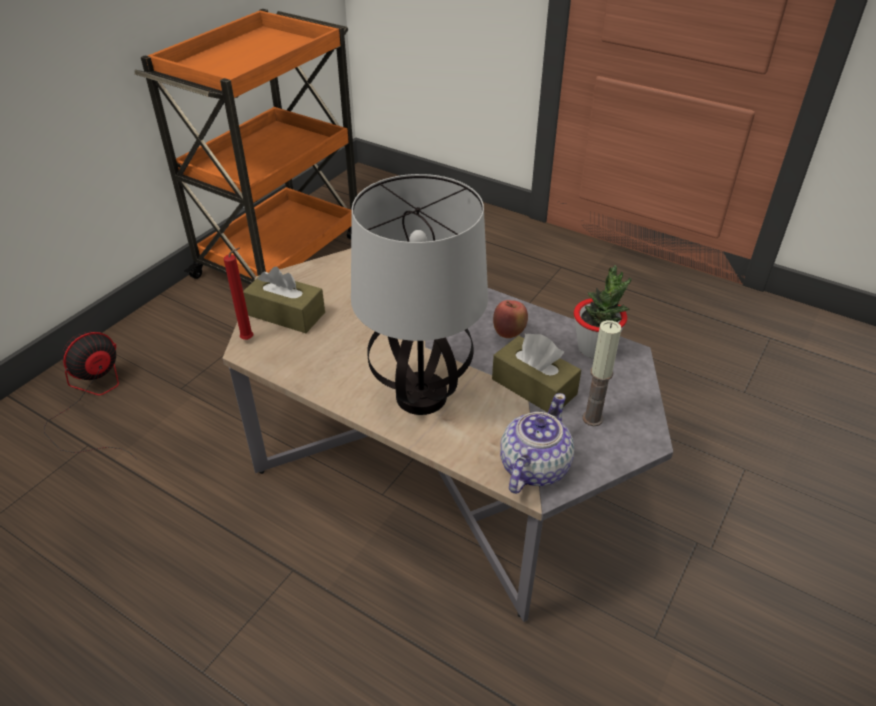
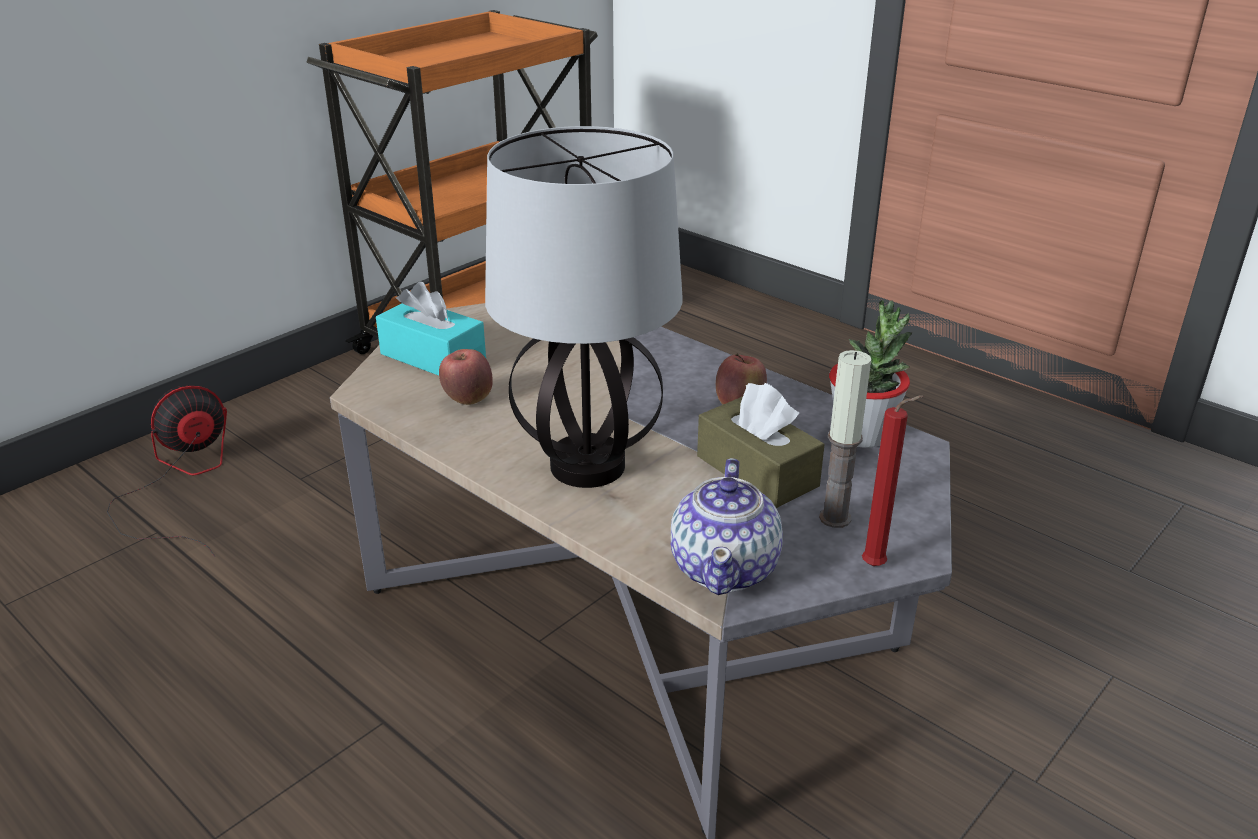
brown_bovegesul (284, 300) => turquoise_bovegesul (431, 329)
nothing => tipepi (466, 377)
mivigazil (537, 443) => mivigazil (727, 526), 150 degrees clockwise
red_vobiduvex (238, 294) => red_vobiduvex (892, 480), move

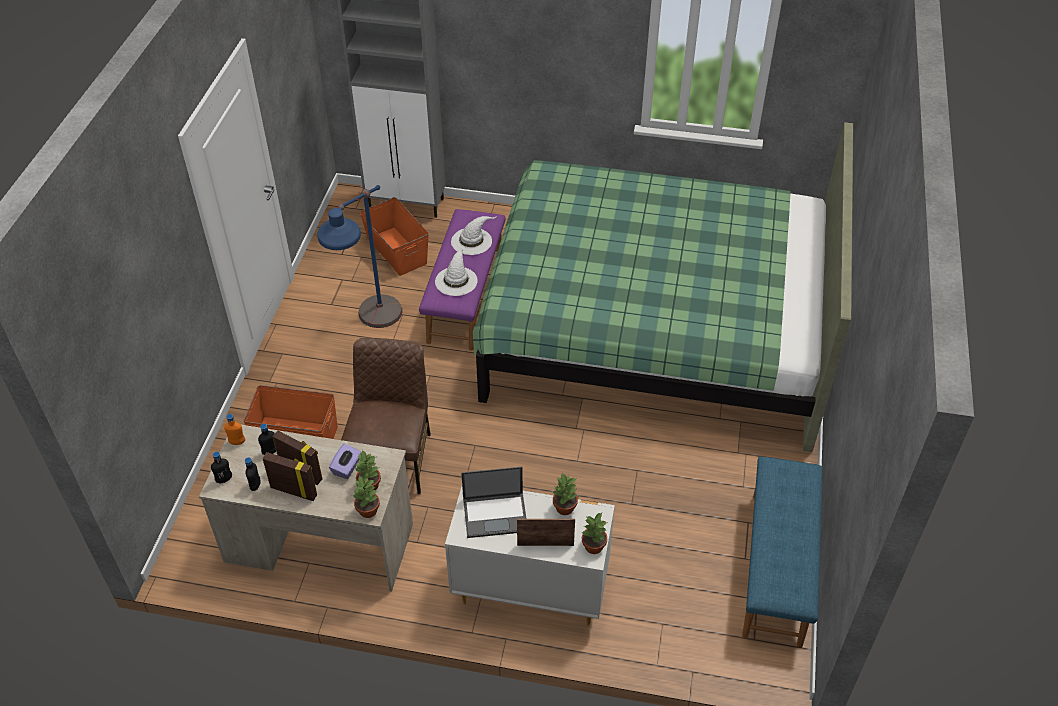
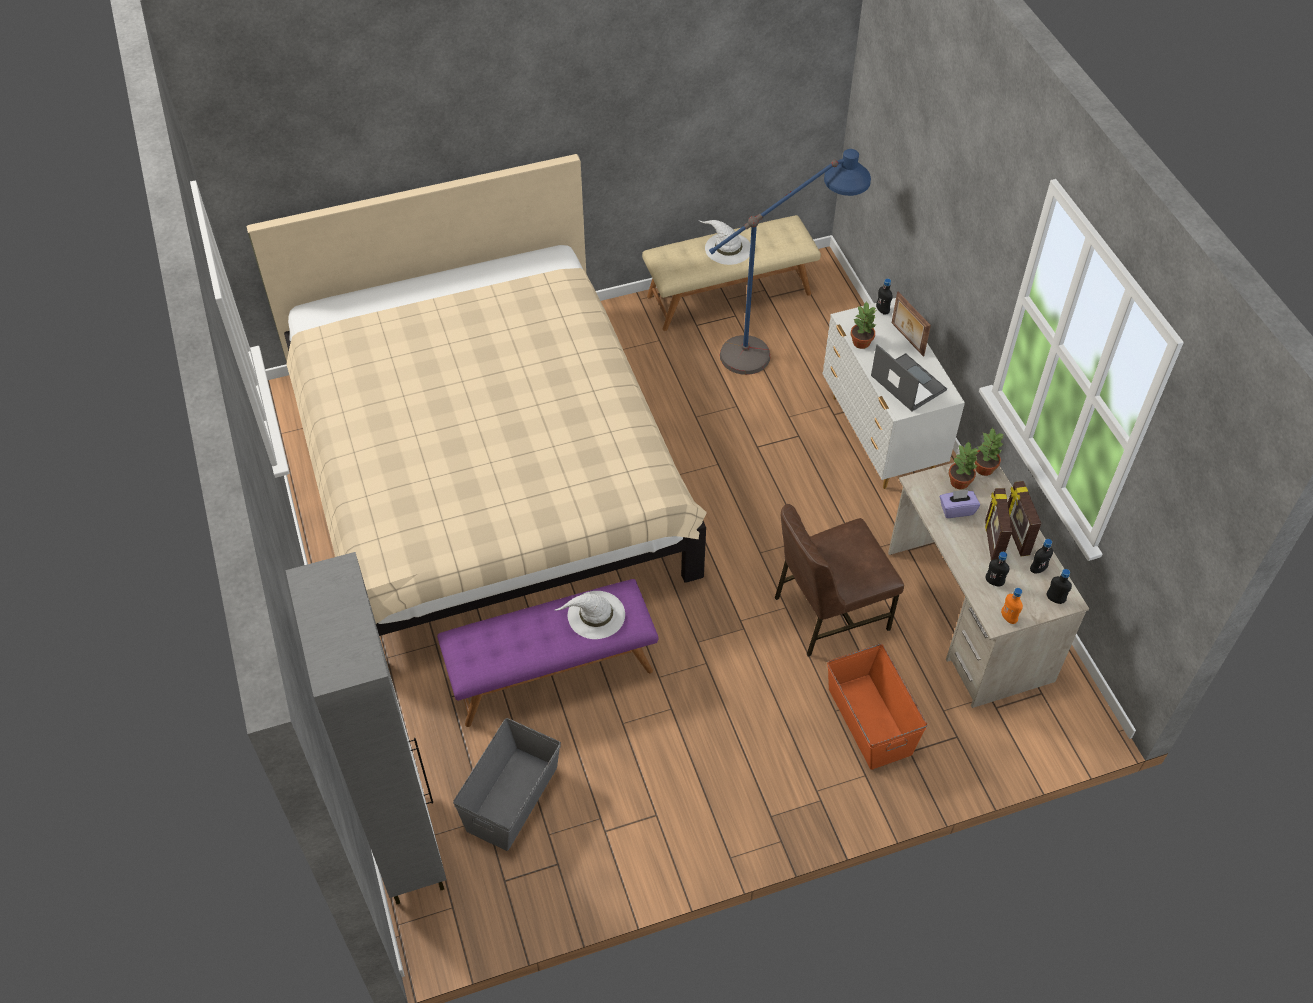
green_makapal (663, 287) => beige_makapal (476, 395)
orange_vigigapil (394, 236) => grey_vigigapil (507, 784)
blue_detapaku (782, 552) => beige_detapaku (731, 273)
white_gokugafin (474, 235) => white_gokugafin (724, 242), move
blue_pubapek (359, 256) => blue_pubapek (790, 262), move
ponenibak (594, 533) => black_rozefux (884, 296)

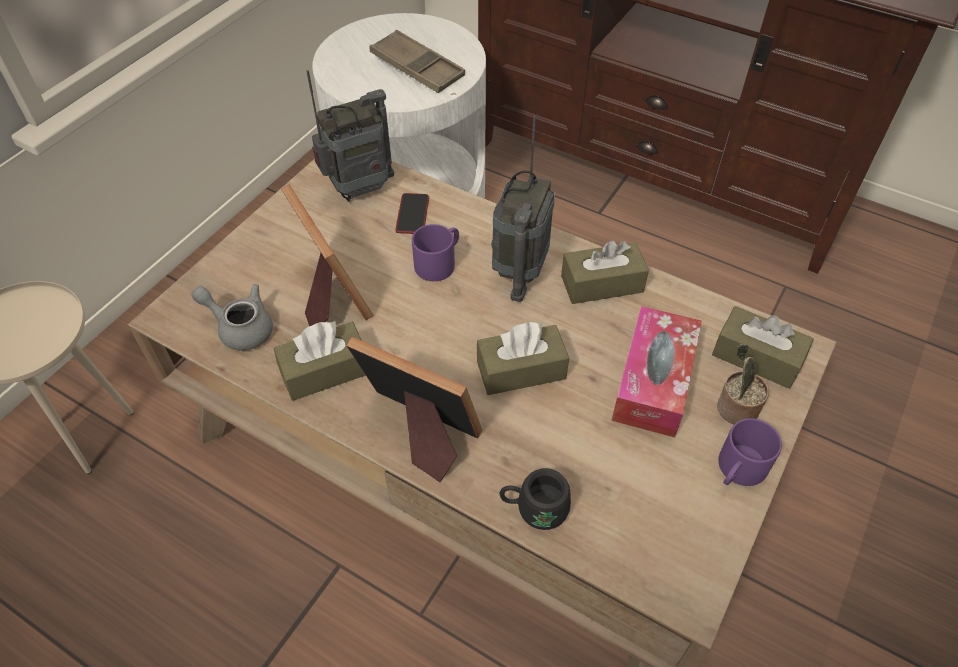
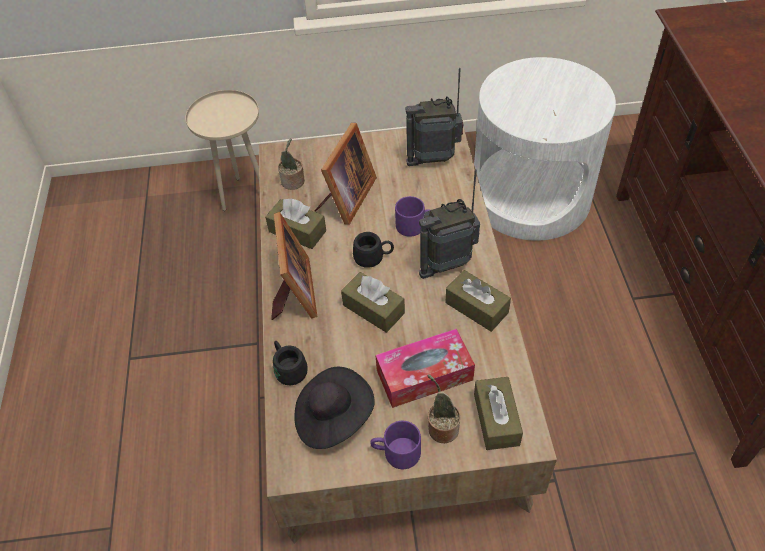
grey_mivigazil (232, 317) => ponenibak (291, 164)
nothing => black_gokugafin (334, 407)
nothing => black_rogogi (373, 250)
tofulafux (350, 136) => tofulafux (435, 117), 150 degrees clockwise
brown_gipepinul (417, 61) => nothing
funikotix (412, 213) => nothing

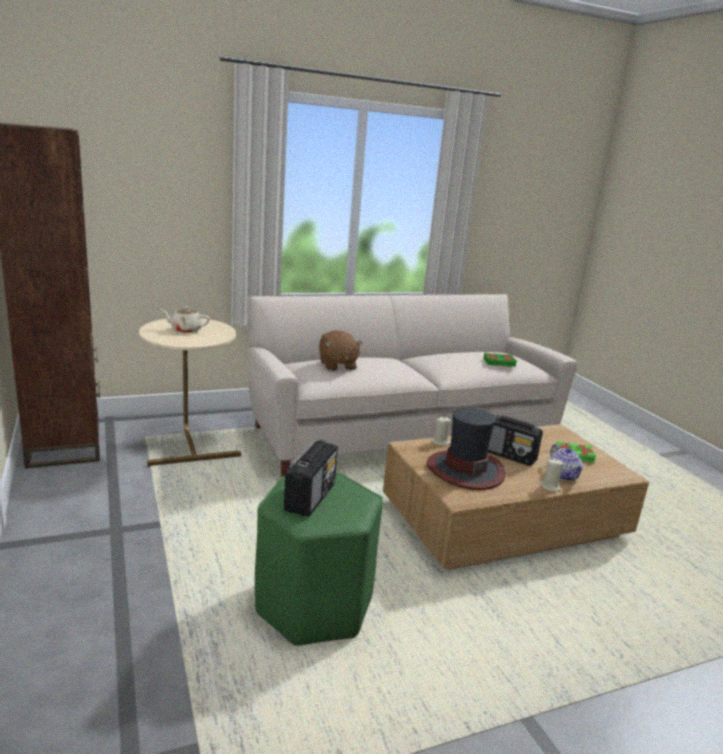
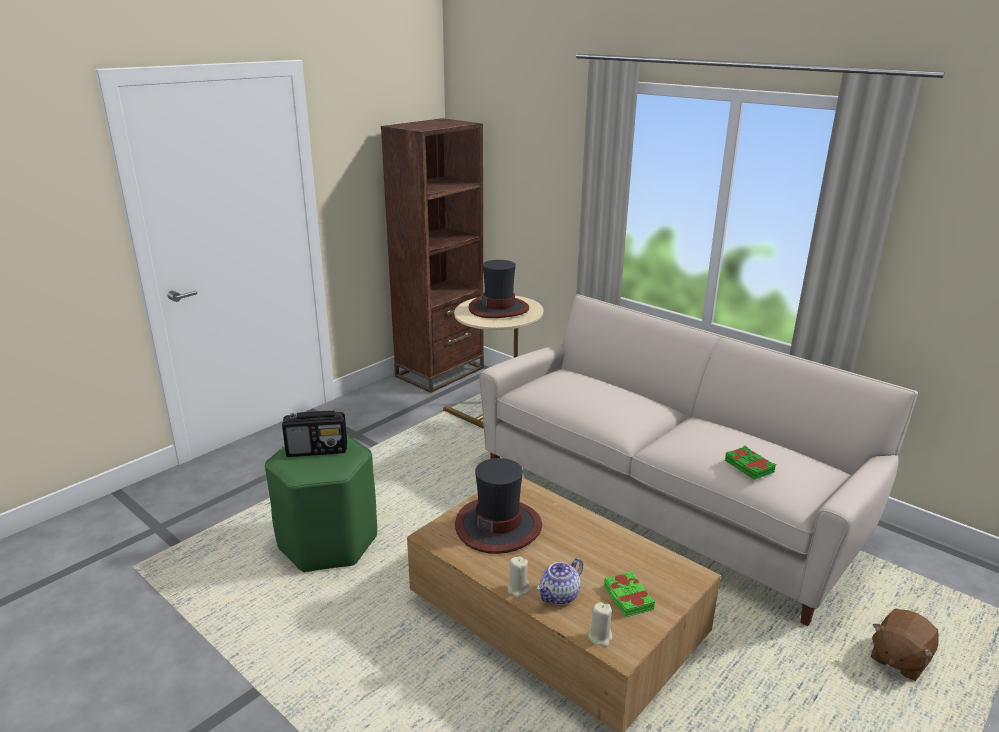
beige_mivigazil (185, 320) => gokugafin (499, 289)
beige_vobiduvex (441, 431) => beige_vobiduvex (600, 624), move
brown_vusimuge (341, 350) => brown_vusimuge (905, 644), move
tofulafux (515, 440) => nothing

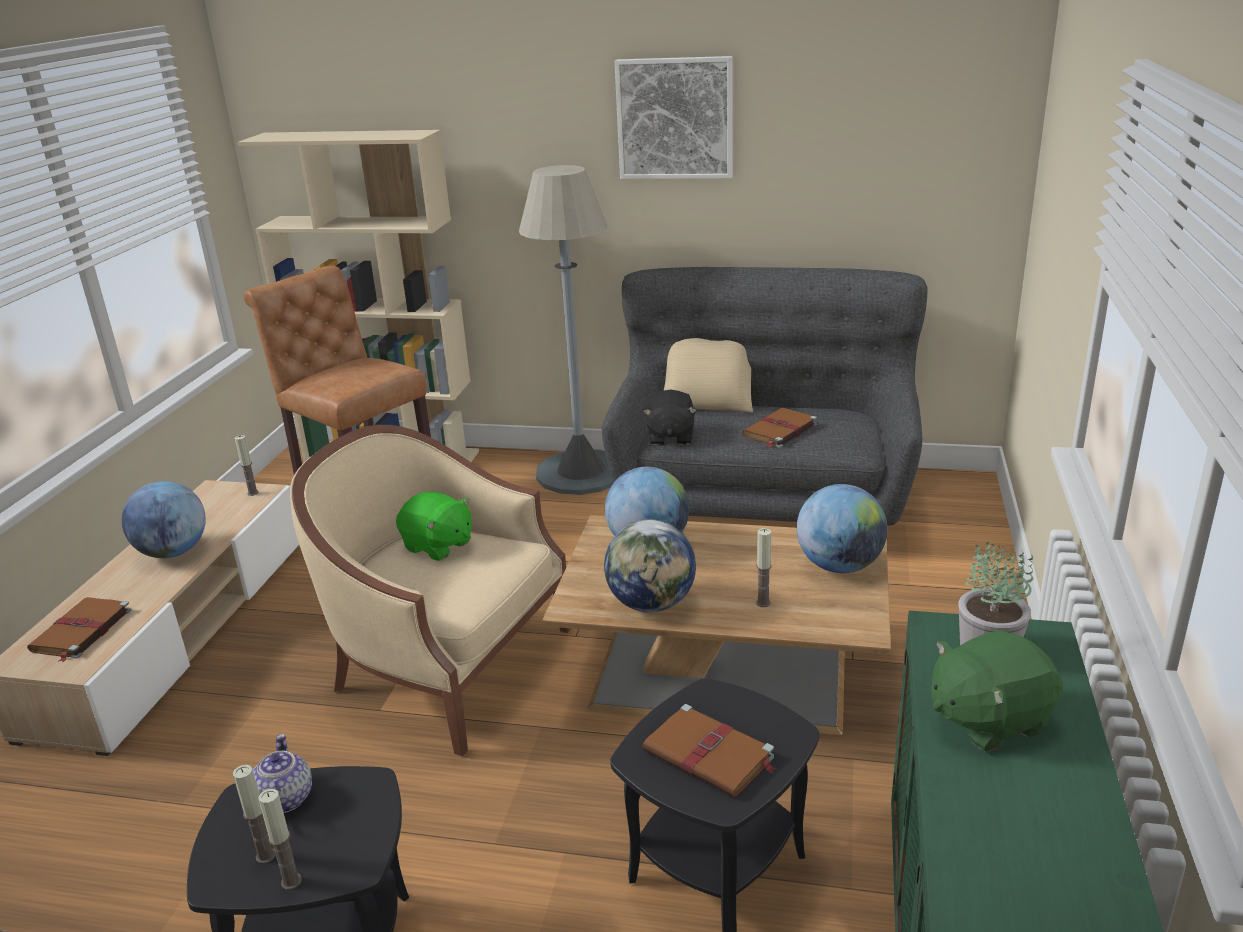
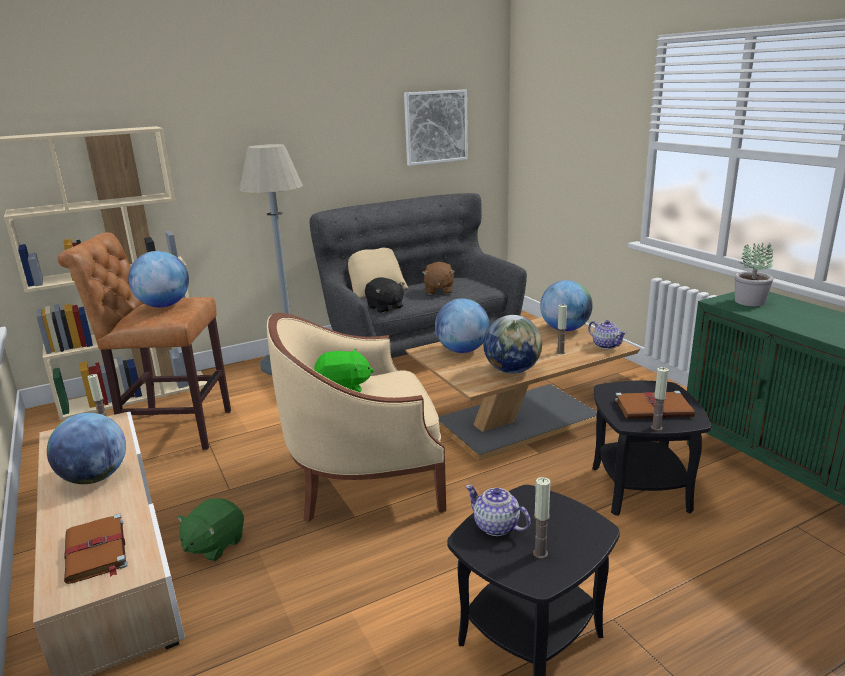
nothing => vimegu (158, 279)
green_vusimuge (997, 691) => green_vusimuge (210, 529), move
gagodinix (673, 117) => gagodinix (436, 128), move
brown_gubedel (779, 428) => brown_vusimuge (438, 278)
nothing => mivigazil (607, 334)
vobiduvex (280, 839) => vobiduvex (660, 399), move

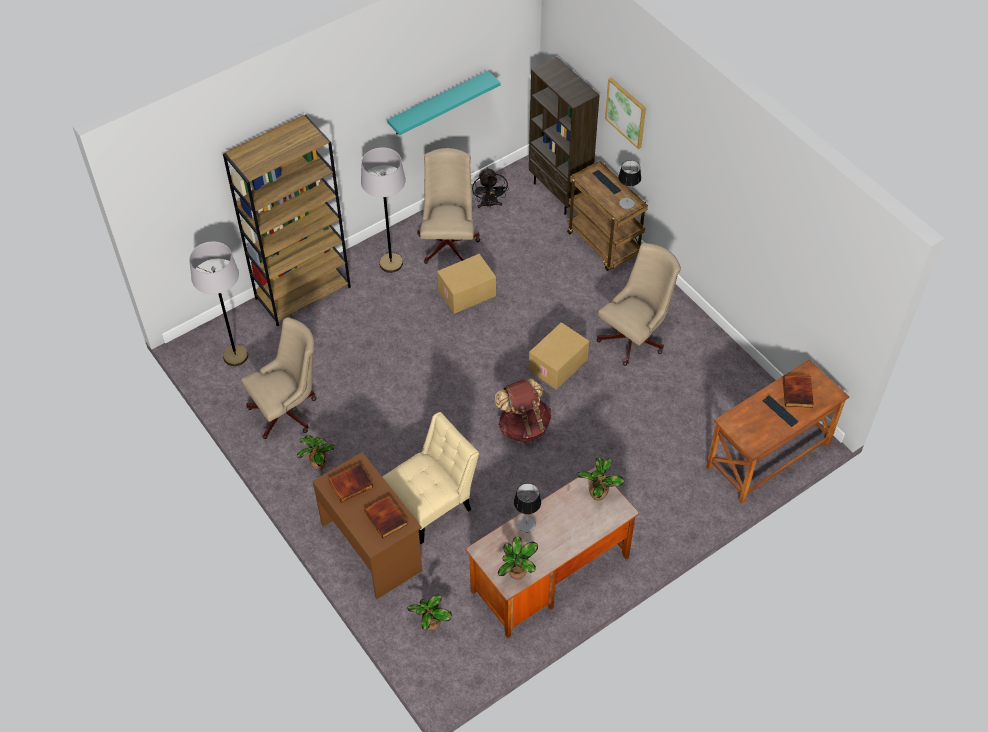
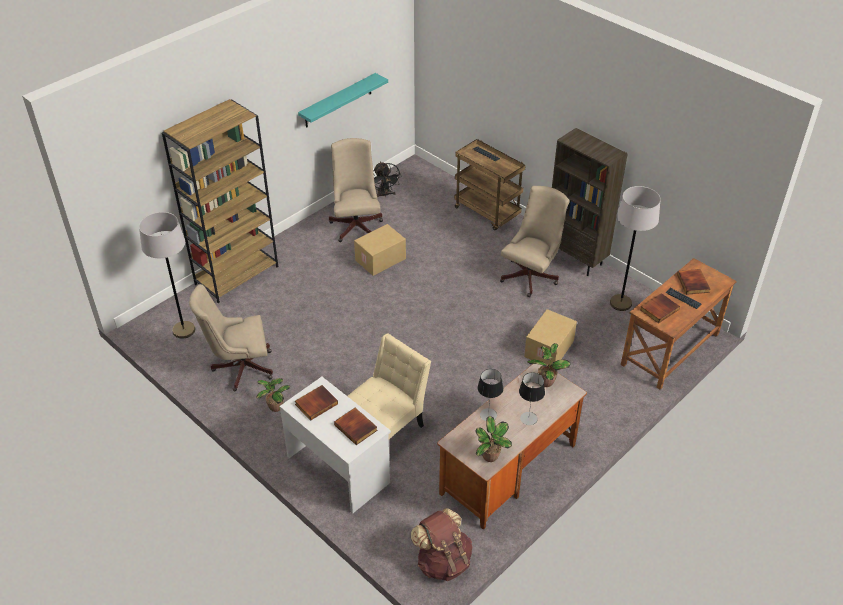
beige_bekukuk (278, 378) => beige_bekukuk (231, 337), 150 degrees counterclockwise
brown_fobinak (367, 525) => white_fobinak (335, 445)
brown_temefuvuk (522, 410) => brown_temefuvuk (442, 544), move
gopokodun (629, 184) => gopokodun (532, 398), move
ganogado (559, 356) => ganogado (550, 337), move
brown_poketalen (564, 136) => brown_poketalen (590, 202), move
grey_pubapek (383, 210) => grey_pubapek (635, 248), move
nothing => gubedel (660, 308)
ponenibak (429, 613) => nothing
gagodinix (625, 113) => nothing

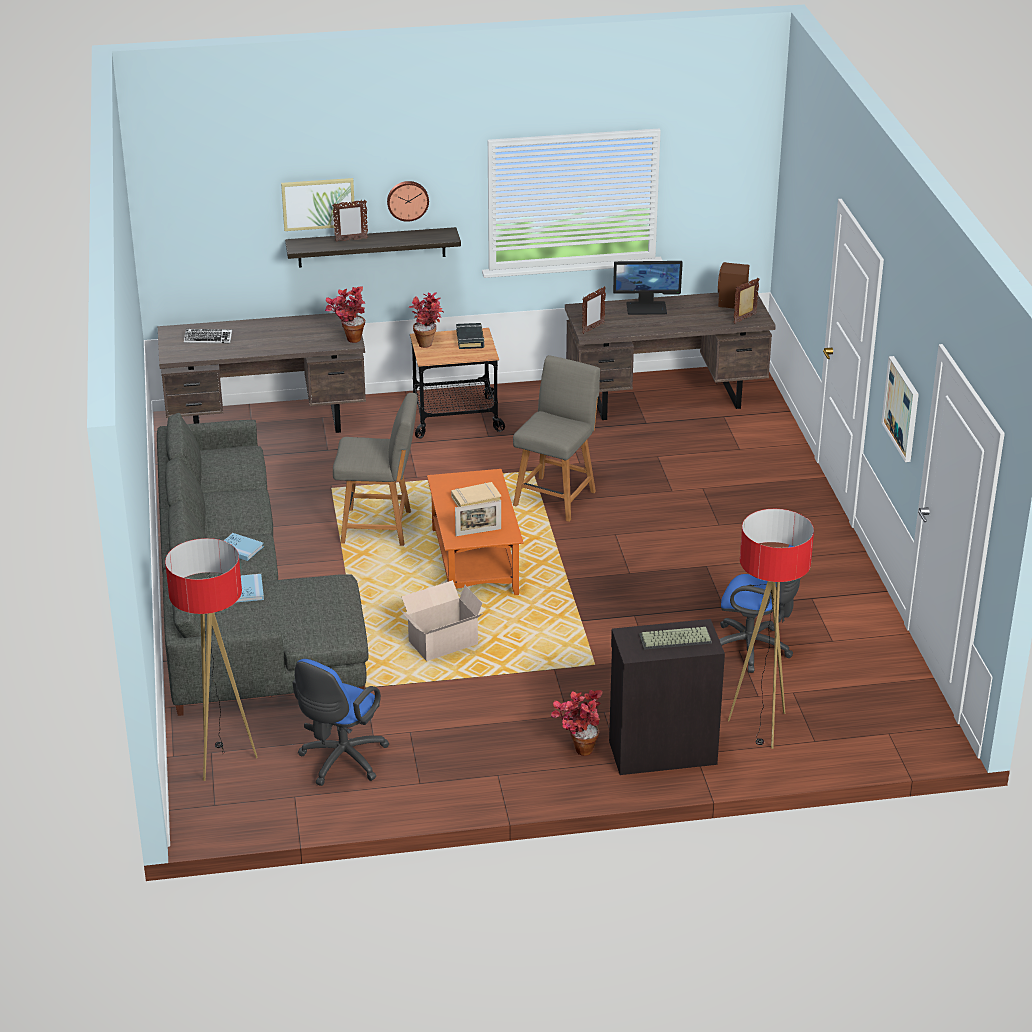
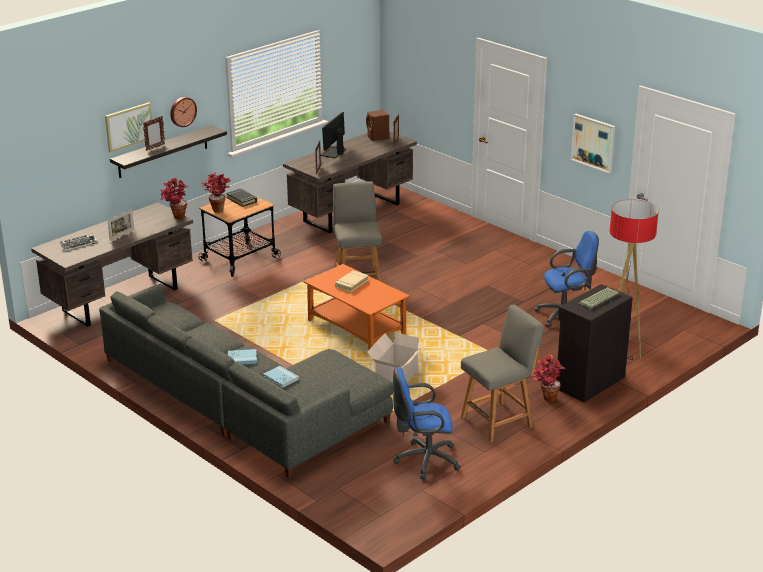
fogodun (478, 518) => fogodun (121, 225), move
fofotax (648, 288) => fofotax (333, 135), 150 degrees clockwise
blue_bekukuk (340, 722) => blue_bekukuk (427, 423), 90 degrees clockwise
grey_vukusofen (375, 469) => grey_vukusofen (502, 373), move
pubapek (211, 659) => nothing

